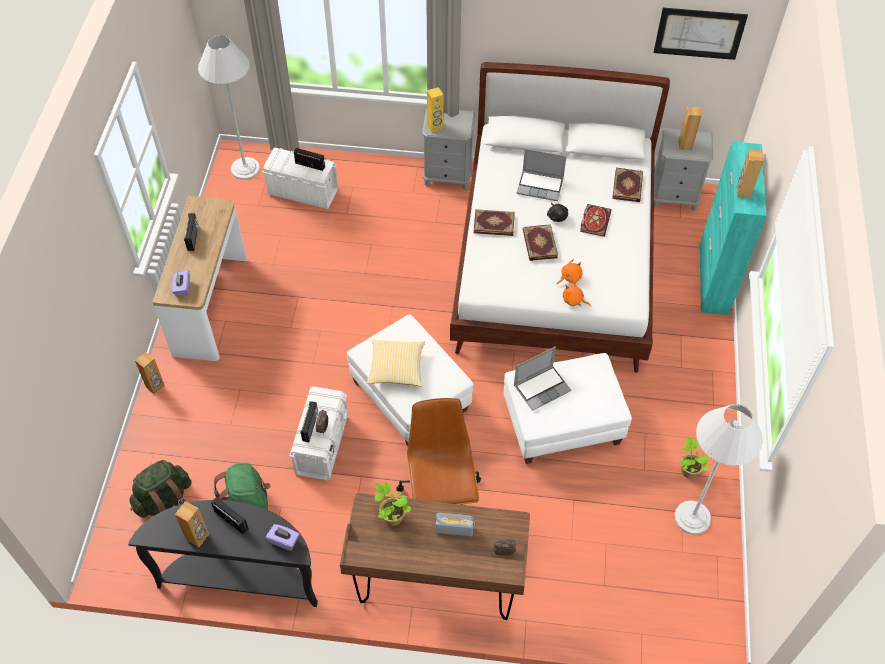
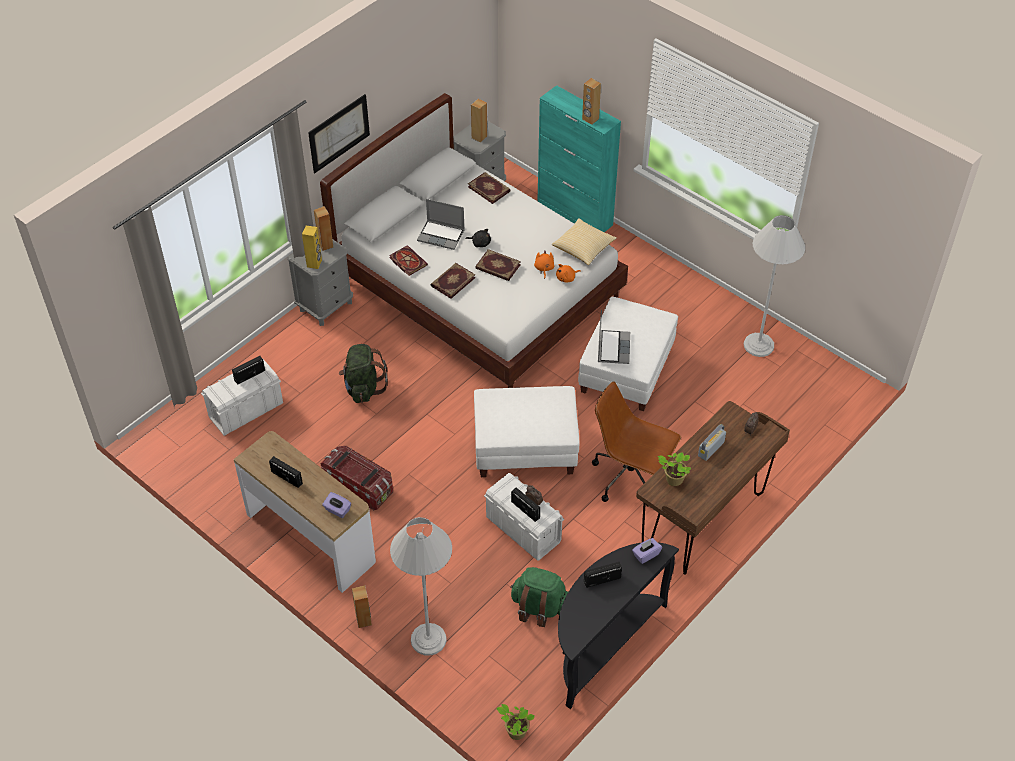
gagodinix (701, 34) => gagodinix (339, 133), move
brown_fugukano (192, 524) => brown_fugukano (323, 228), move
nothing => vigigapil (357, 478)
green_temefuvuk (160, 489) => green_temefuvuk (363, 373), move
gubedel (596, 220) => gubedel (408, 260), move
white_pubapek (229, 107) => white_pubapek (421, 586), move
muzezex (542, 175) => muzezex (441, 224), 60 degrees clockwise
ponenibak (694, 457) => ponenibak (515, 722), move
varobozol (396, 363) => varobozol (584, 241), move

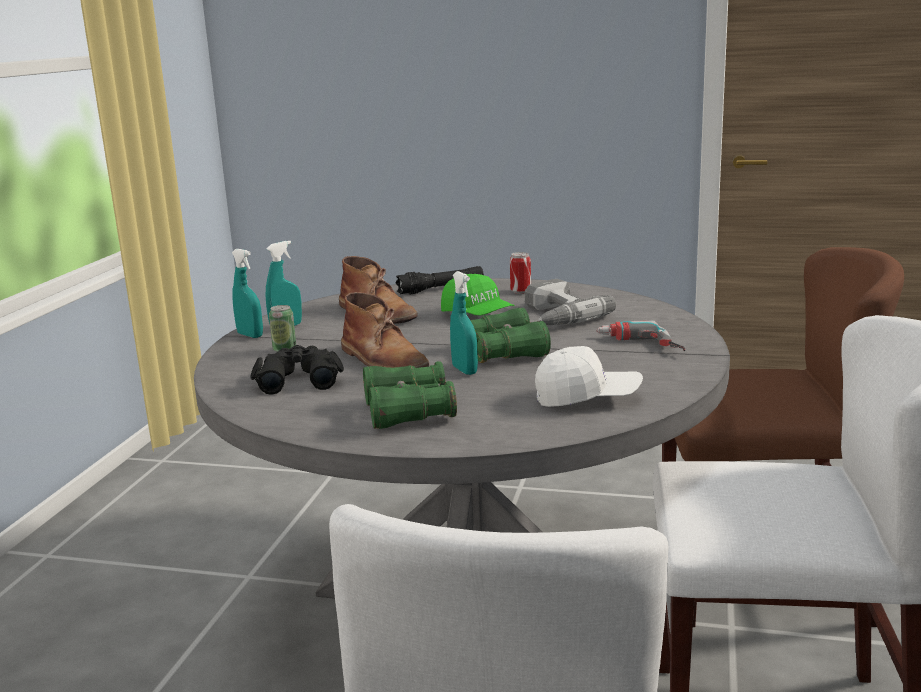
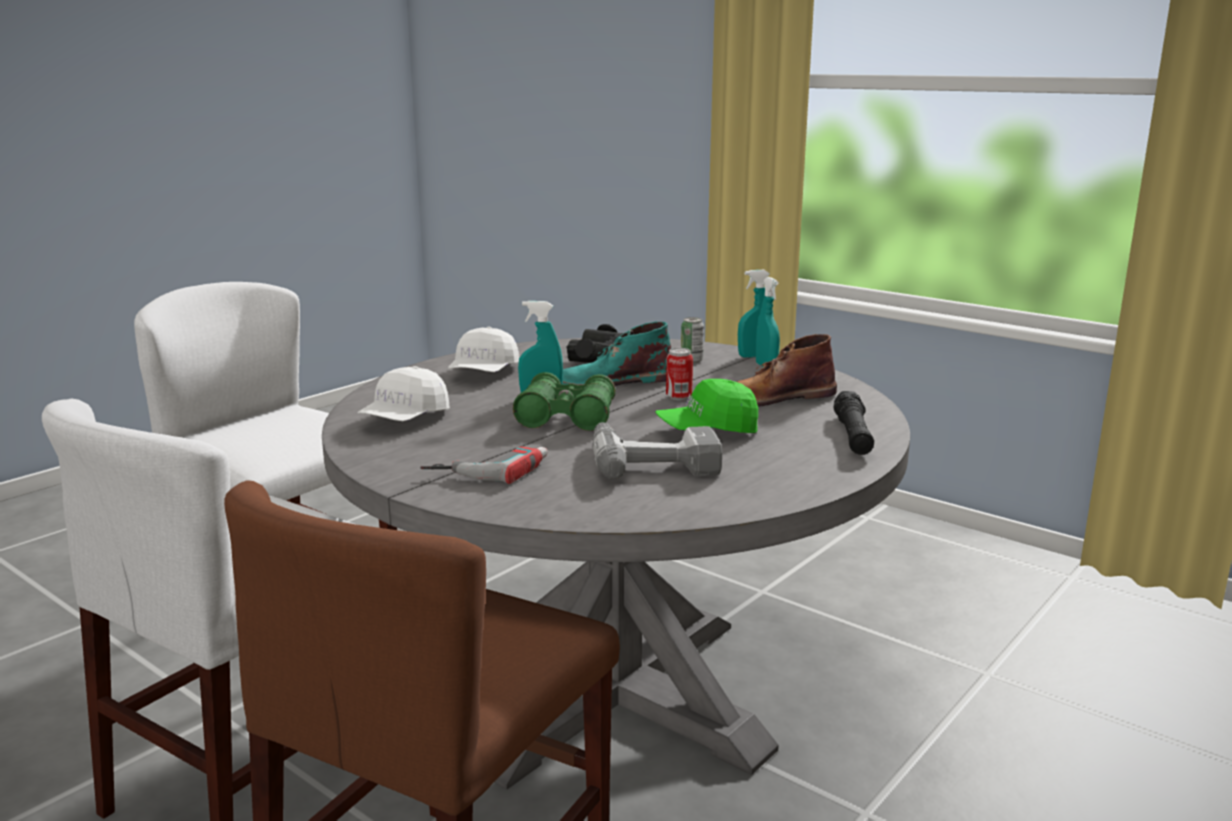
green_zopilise (410, 395) => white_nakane (484, 349)
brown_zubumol (385, 330) => turquoise_zubumol (617, 353)
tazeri (520, 273) => tazeri (679, 374), move

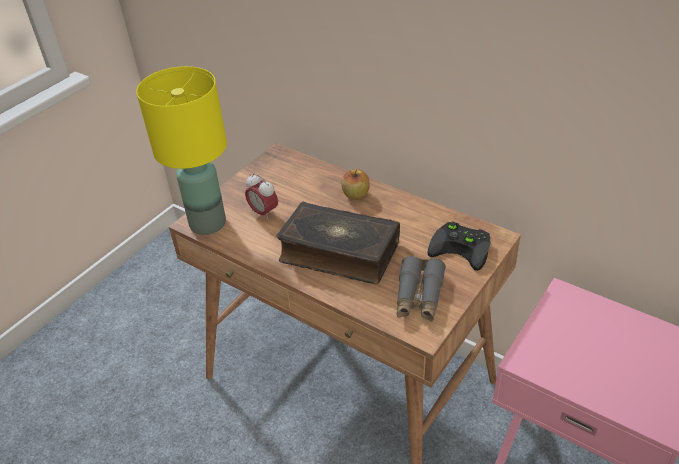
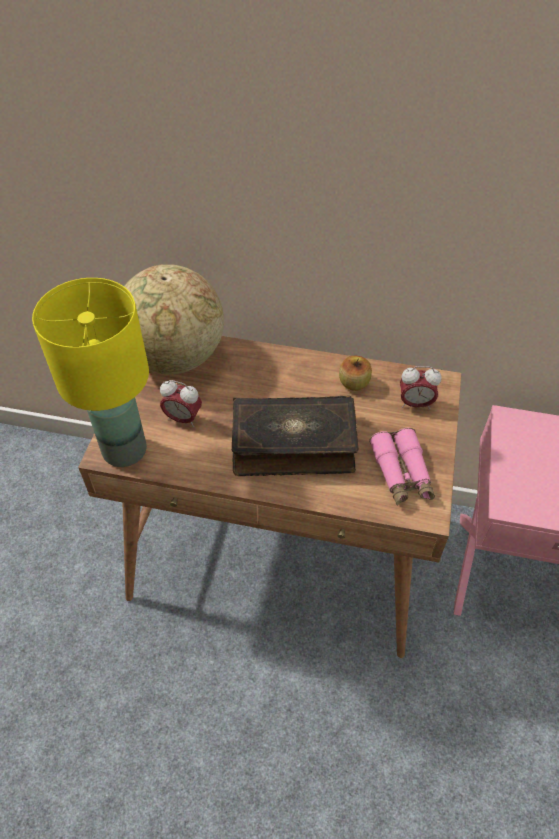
nothing => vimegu (174, 319)
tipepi (355, 184) => tipepi (355, 373), move
grey_zopilise (421, 289) => pink_zopilise (402, 467)
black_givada (458, 246) => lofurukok (421, 388)

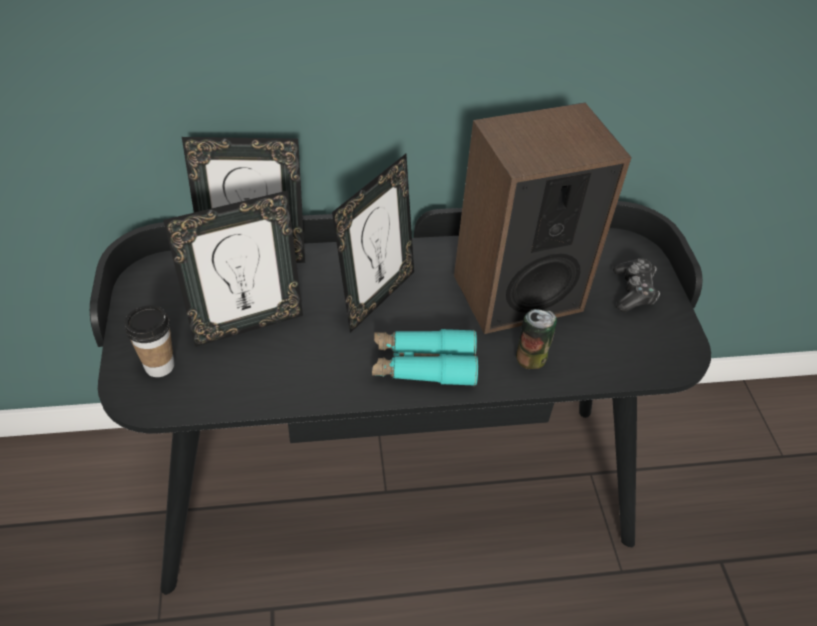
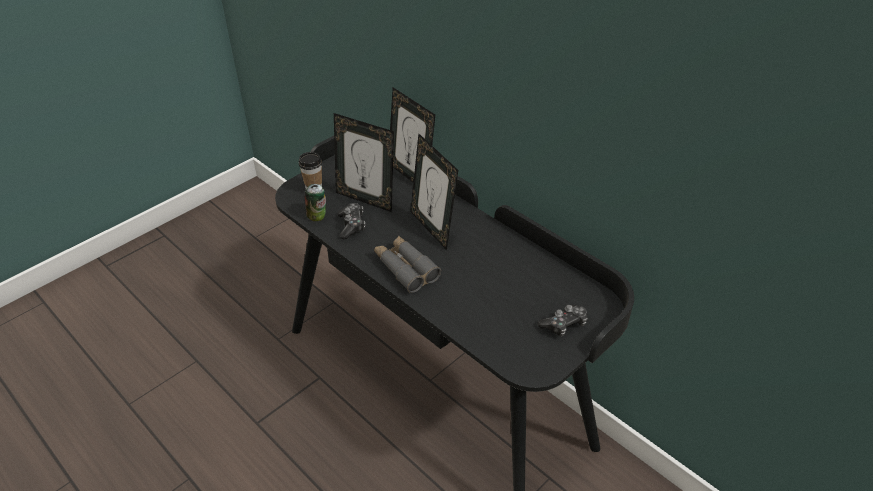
tazeri (536, 339) => tazeri (315, 202), move
nothing => givada (351, 221)
turquoise_zopilise (425, 357) => grey_zopilise (407, 264)
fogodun (373, 243) => fogodun (434, 191), 60 degrees clockwise
fugukano (543, 218) => nothing

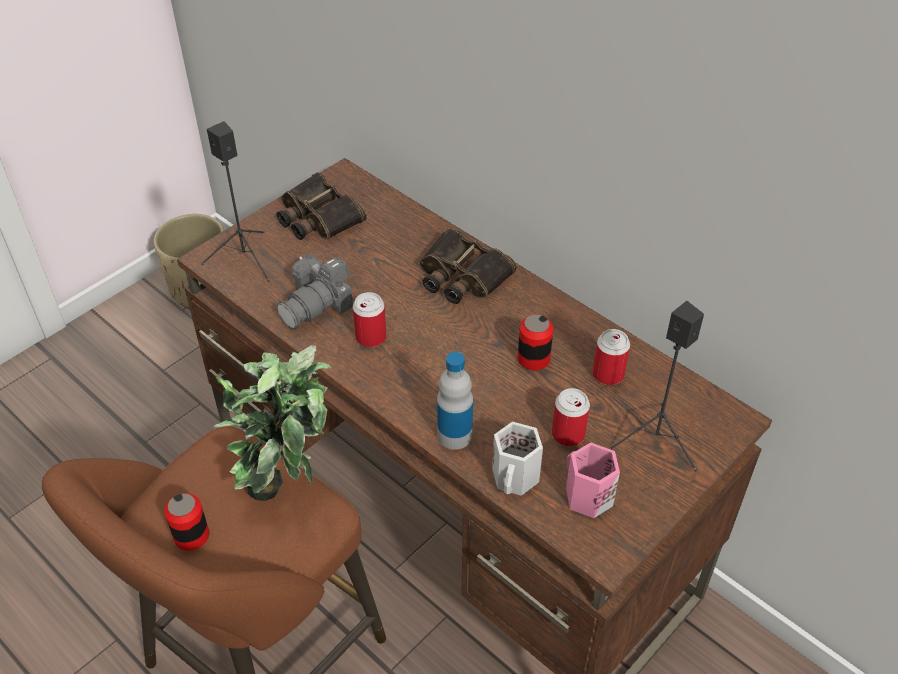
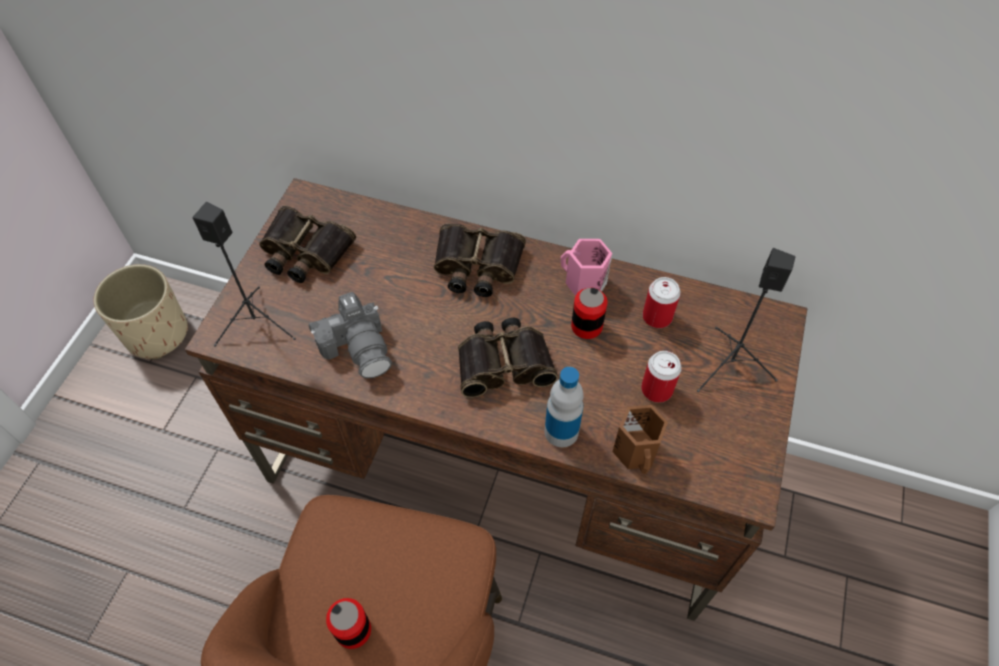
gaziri (315, 291) => gaziri (350, 335), 45 degrees counterclockwise
nothing => zopilise (508, 357)
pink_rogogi (593, 480) => pink_rogogi (586, 267), move
white_rogogi (517, 459) => brown_rogogi (640, 439)
ponenibak (272, 423) => nothing
tazeri (369, 319) => nothing

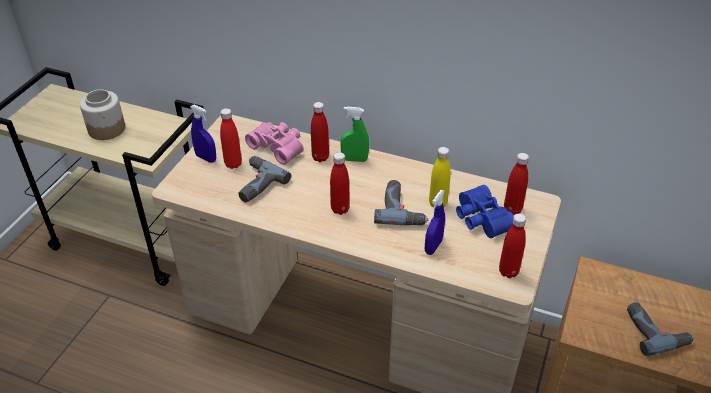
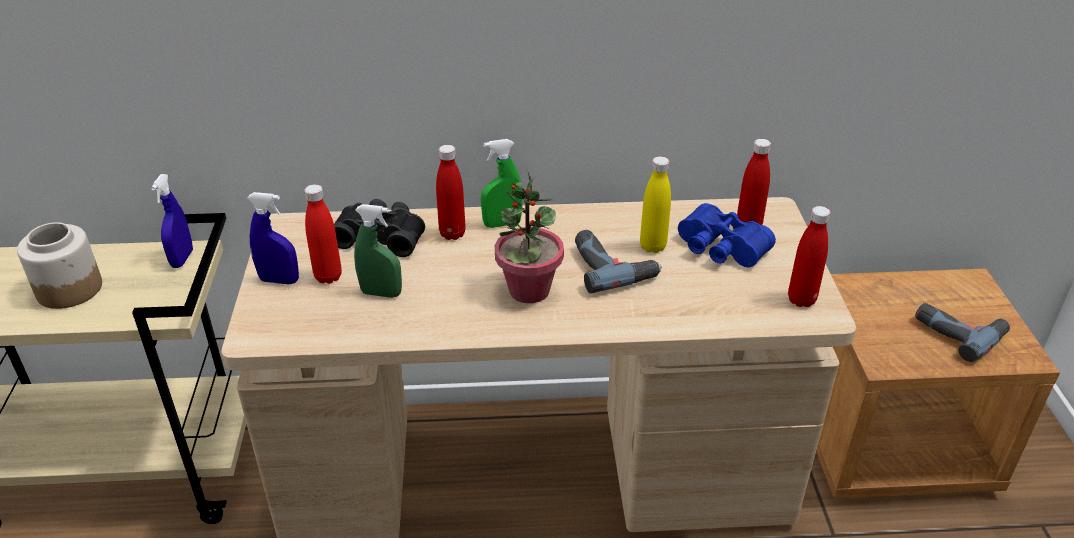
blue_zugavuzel (435, 222) => blue_zugavuzel (172, 221), move
pink_zopilise (274, 143) => black_zopilise (379, 228)
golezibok (264, 179) => green_zugavuzel (378, 251)
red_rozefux (340, 183) => ponenibak (529, 237)

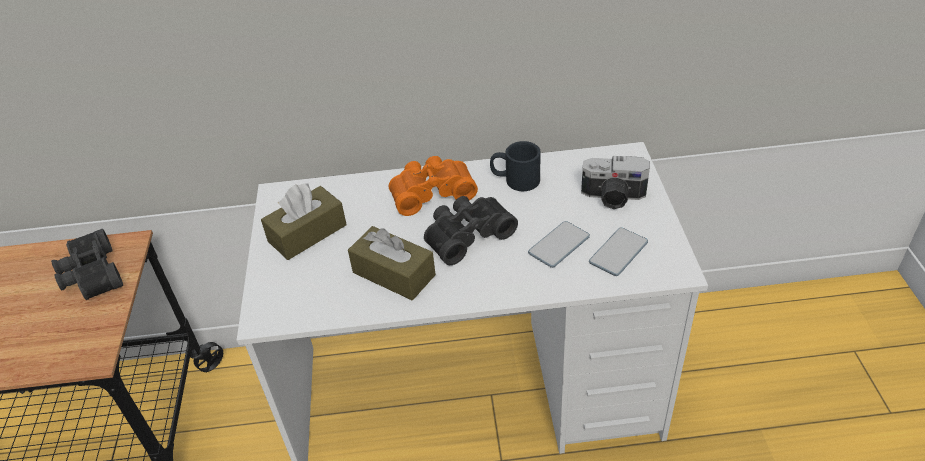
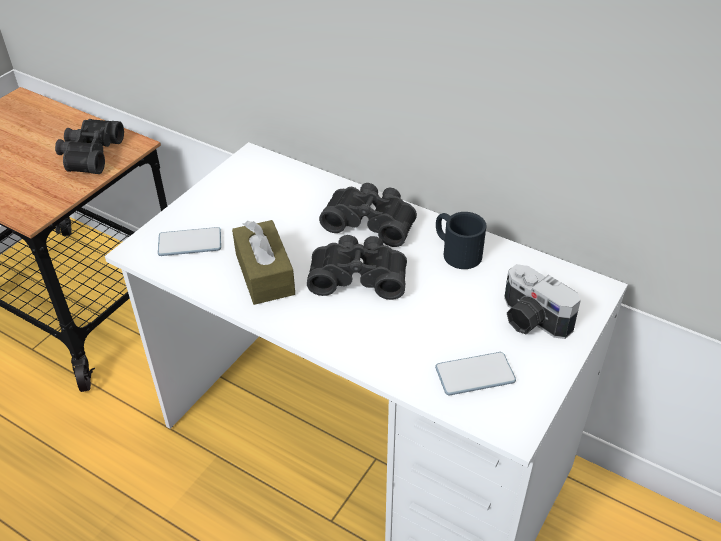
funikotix (559, 244) => funikotix (189, 241), move
orange_zopilise (433, 186) => black_zopilise (368, 215)
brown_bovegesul (304, 221) => nothing

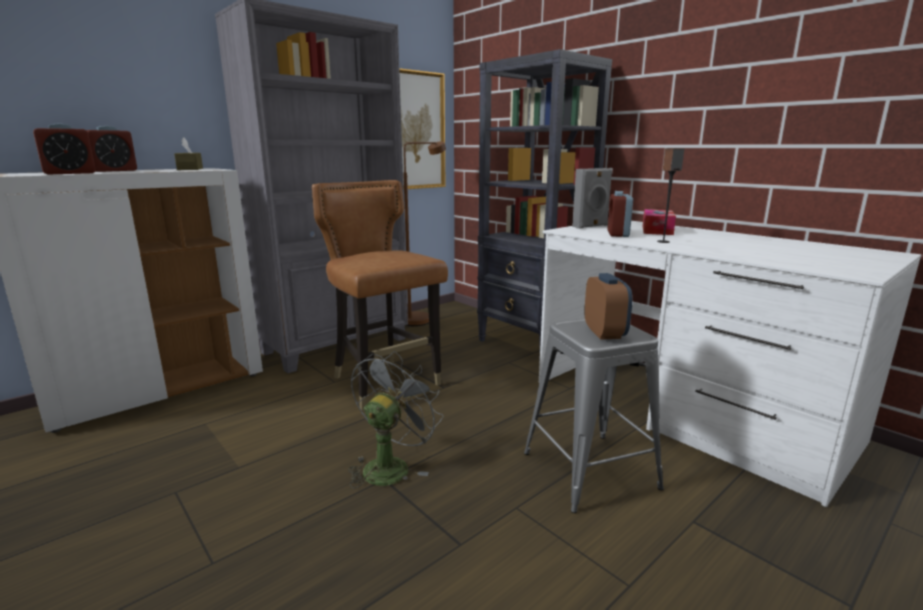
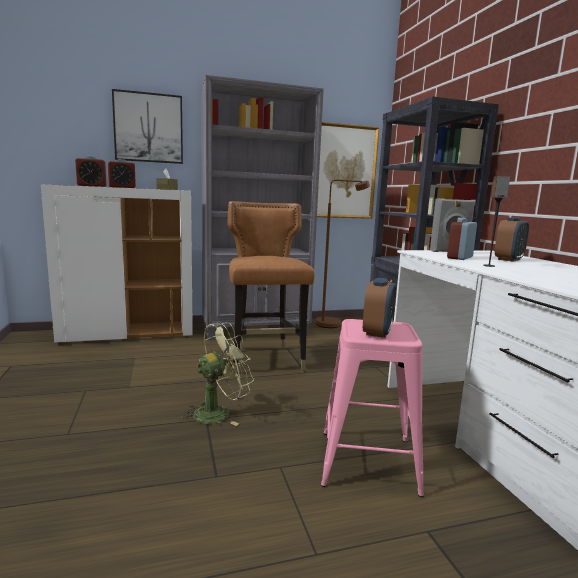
nothing => gagodinix (147, 126)
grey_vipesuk (395, 420) => green_vipesuk (217, 374)
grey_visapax (594, 415) => pink_visapax (372, 408)
bovegesul (659, 222) => lofurukok (512, 239)

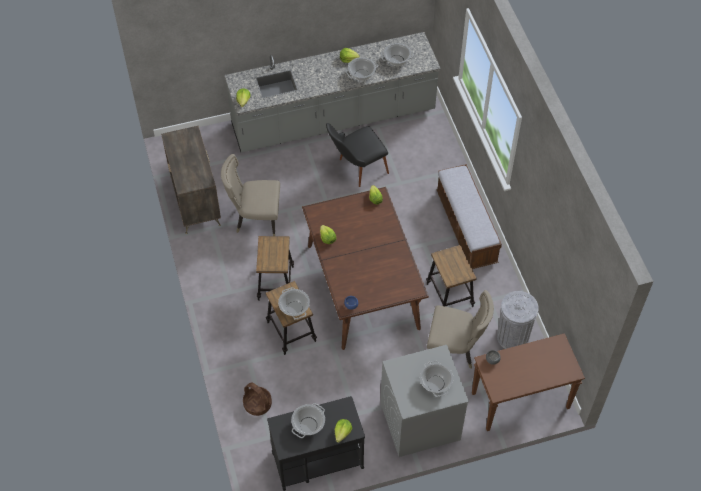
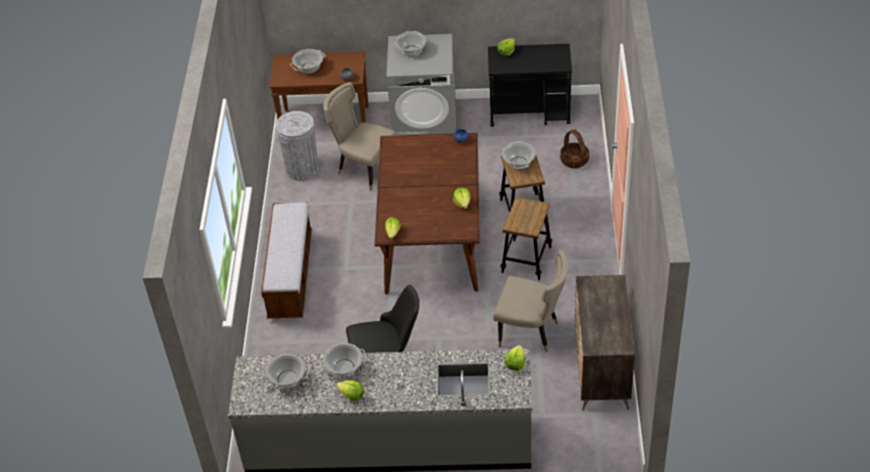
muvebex (308, 420) => muvebex (308, 61), move
visapax (451, 276) => nothing

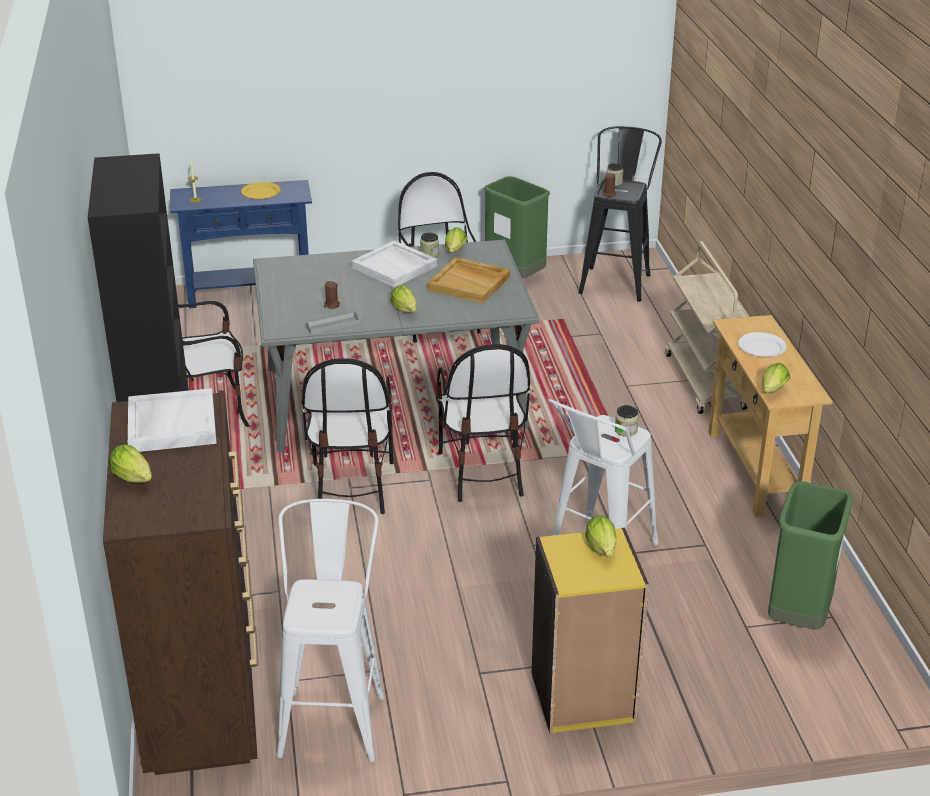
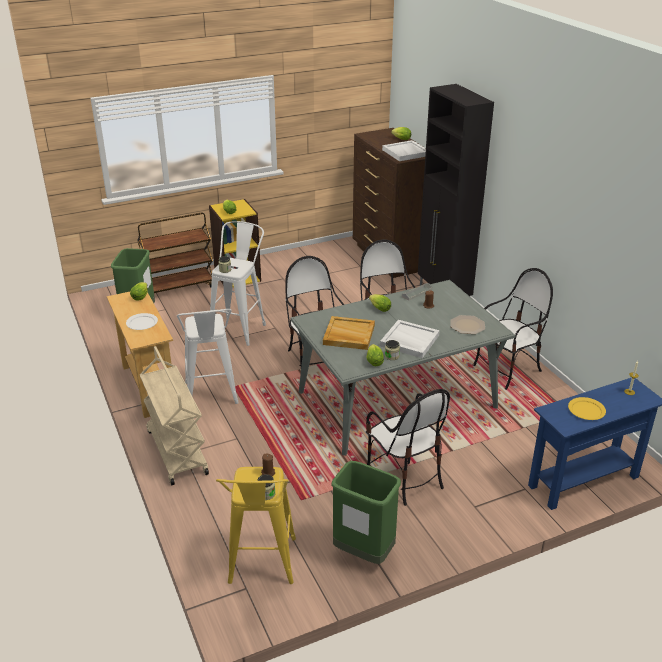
nothing => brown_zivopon (175, 253)
white_visapax (331, 630) => white_visapax (208, 356), move
black_visapax (620, 214) => yellow_visapax (256, 525)
nothing => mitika (467, 324)

